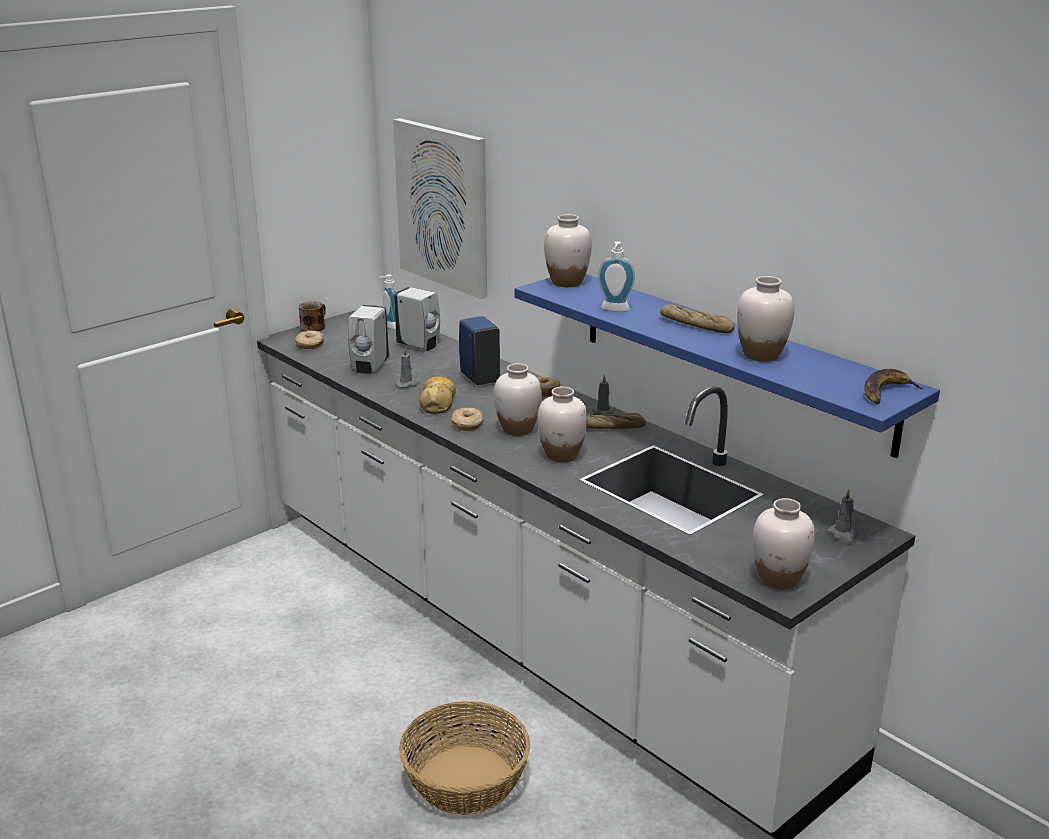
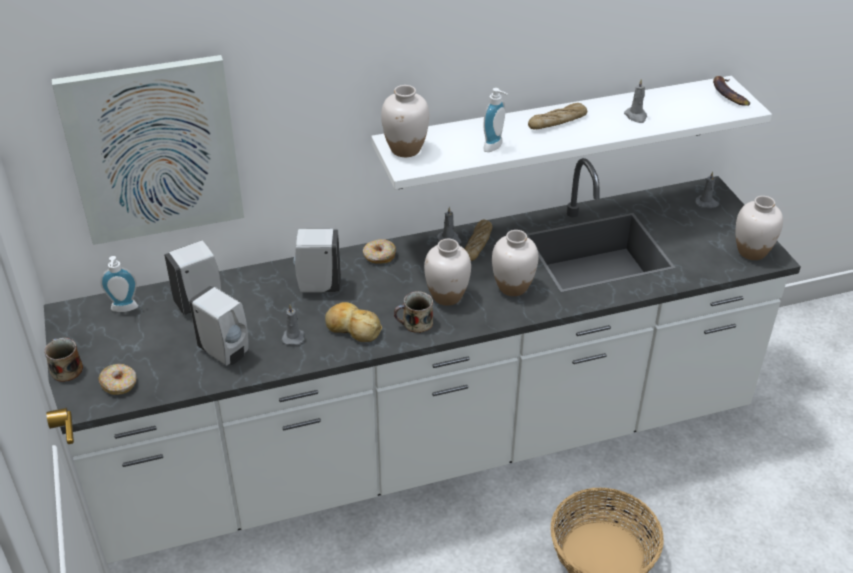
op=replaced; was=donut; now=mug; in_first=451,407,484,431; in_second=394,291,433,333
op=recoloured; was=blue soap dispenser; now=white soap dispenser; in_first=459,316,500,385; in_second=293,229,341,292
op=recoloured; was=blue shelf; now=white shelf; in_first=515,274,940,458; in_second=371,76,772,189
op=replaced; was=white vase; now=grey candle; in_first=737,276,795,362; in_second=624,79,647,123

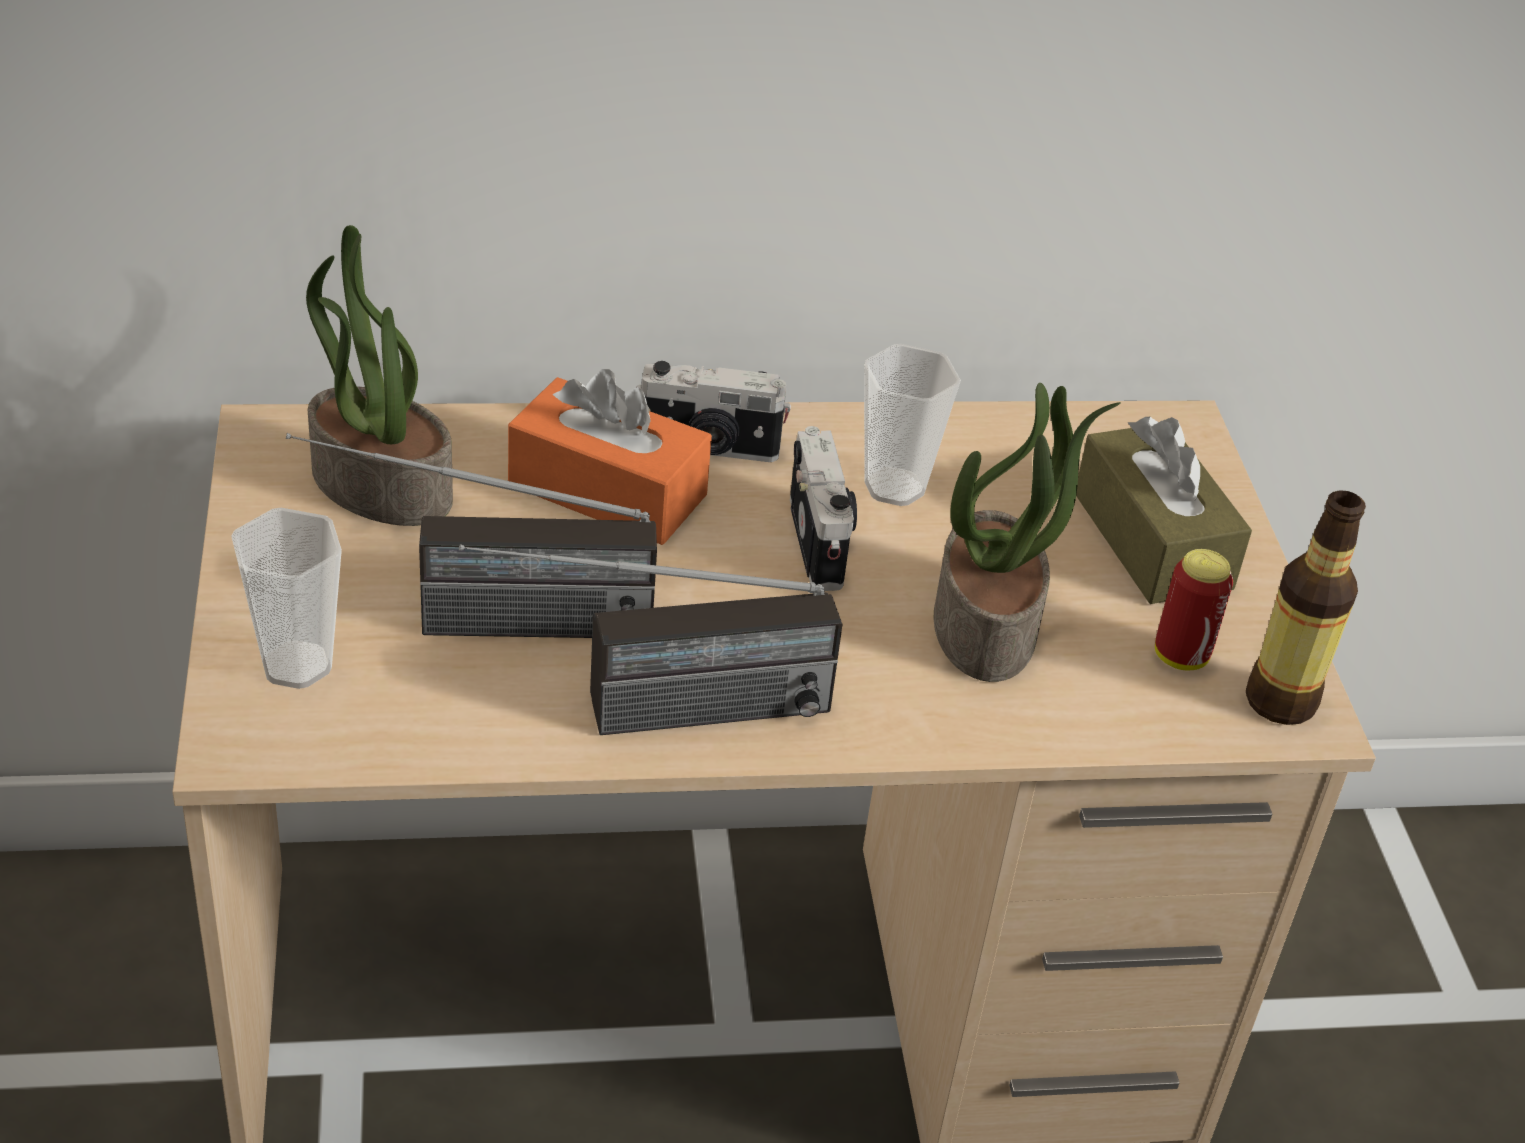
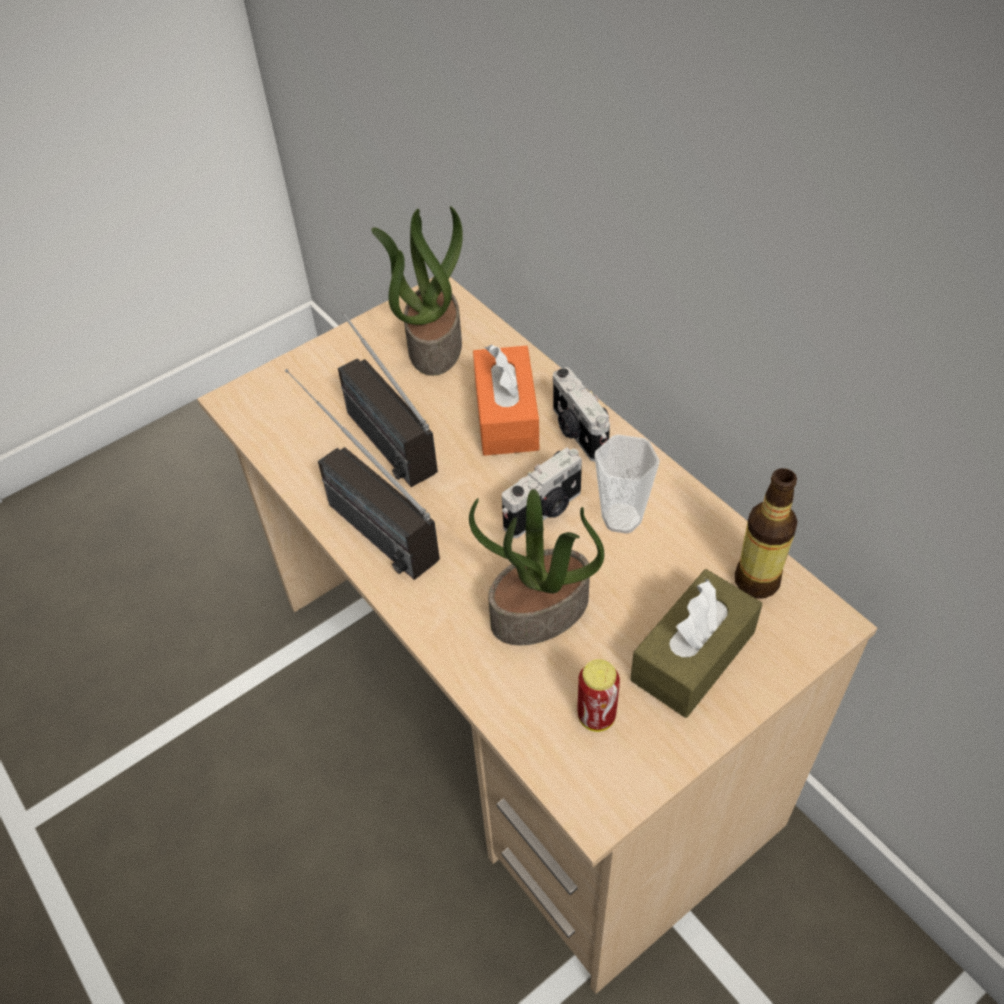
op=removed; was=cup; in_first=231,508,342,689
op=moved; was=bottle; in_first=1246,490,1366,725; in_second=735,468,798,599

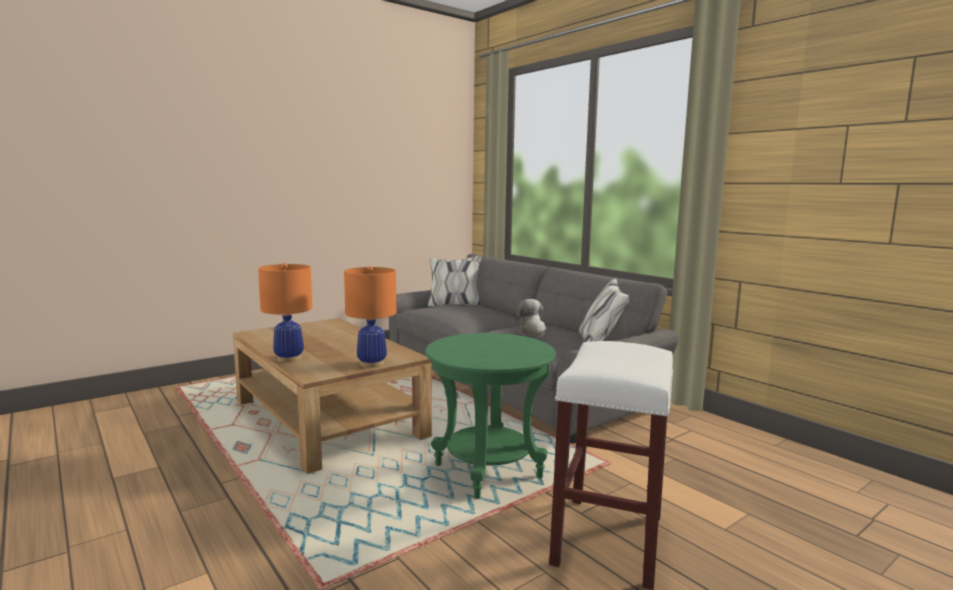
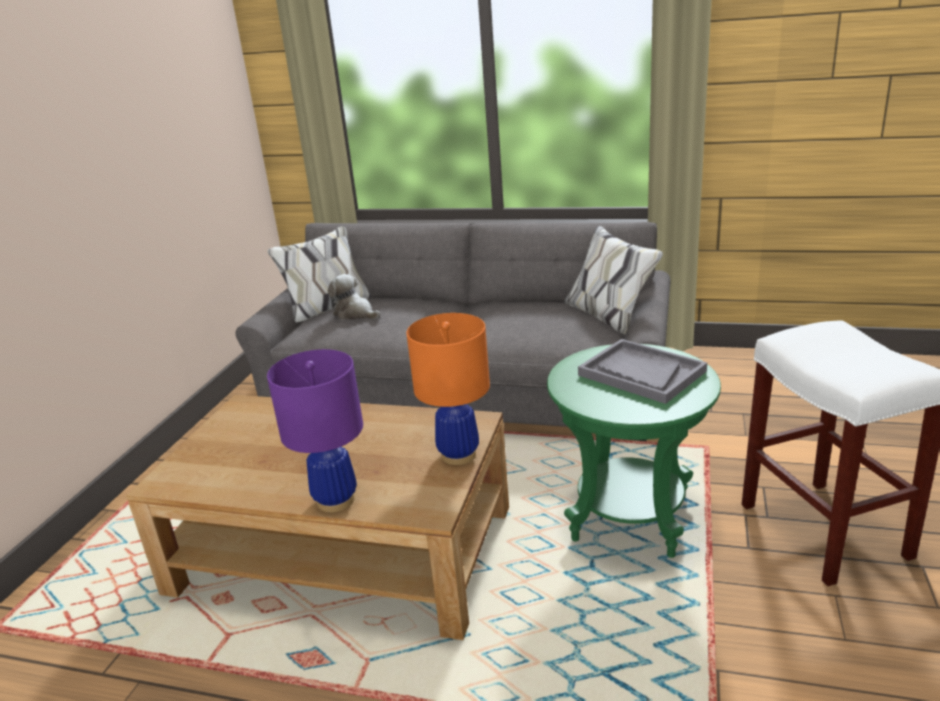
op=recoloured; was=orange table lamp; now=purple table lamp; in_first=258,263,312,362; in_second=267,349,363,512
op=moved; was=plush toy; in_first=515,299,546,337; in_second=328,274,380,320
op=added; now=grey tray; in_second=578,339,707,404

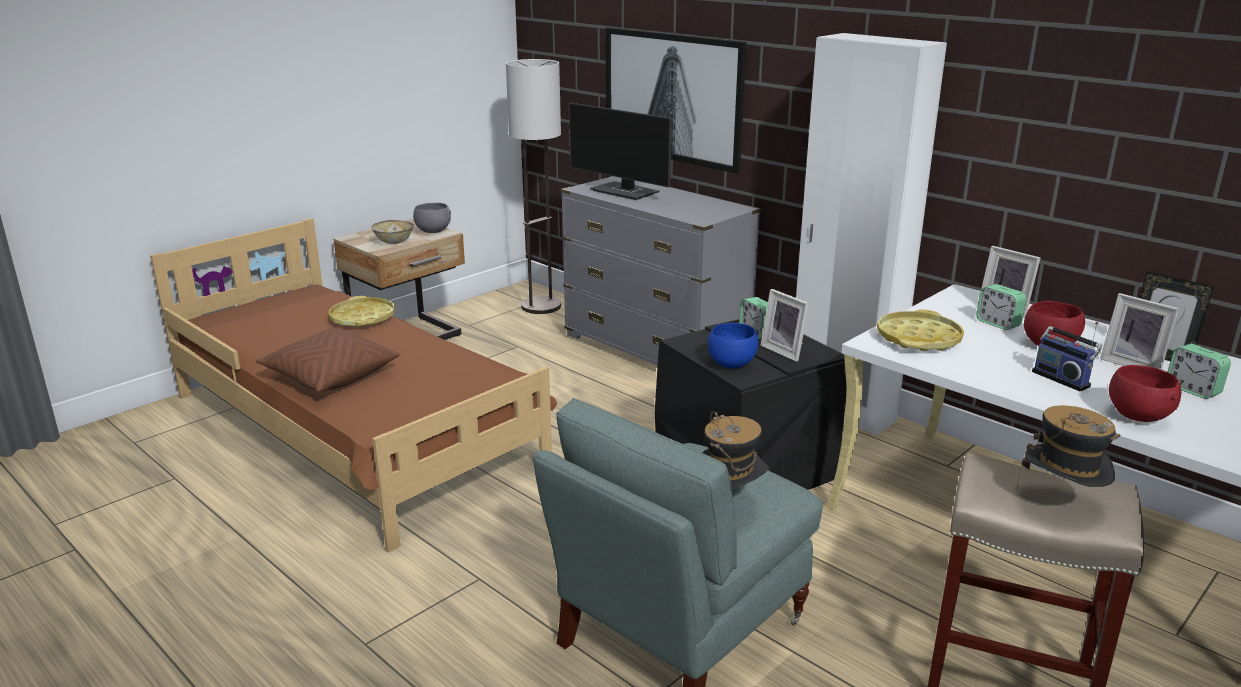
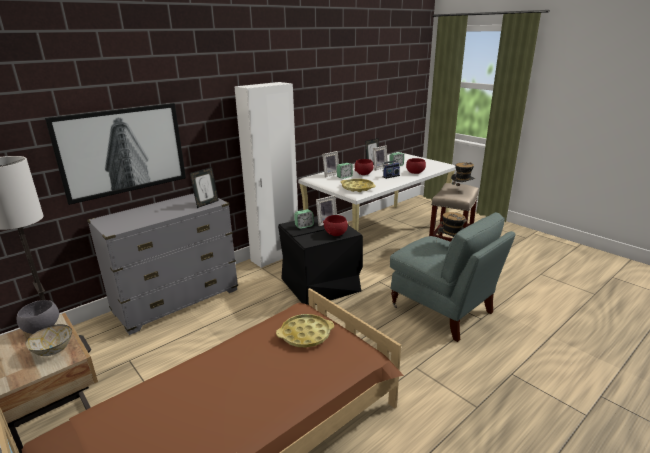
op=removed; was=brown pillow; in_first=256,329,399,392
op=moved; was=yellow tray; in_first=329,296,395,327; in_second=276,314,334,347
op=removed; was=monitor; in_first=569,103,672,200
op=recoloured; was=blue bowl; now=red bowl; in_first=707,323,758,368; in_second=323,215,348,236
op=added; now=picture frame; in_second=190,167,219,208

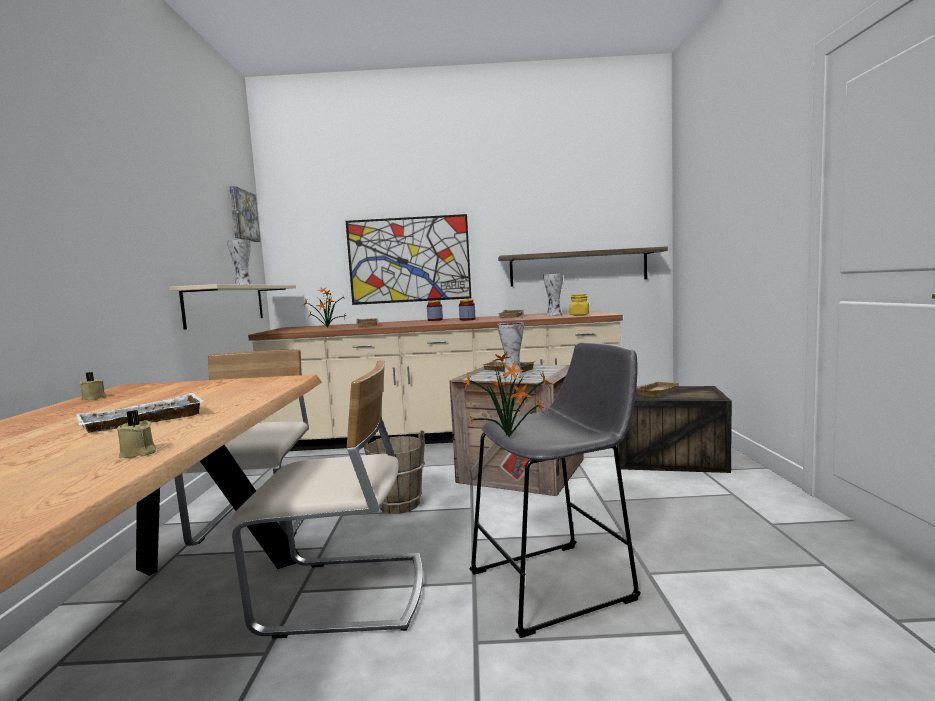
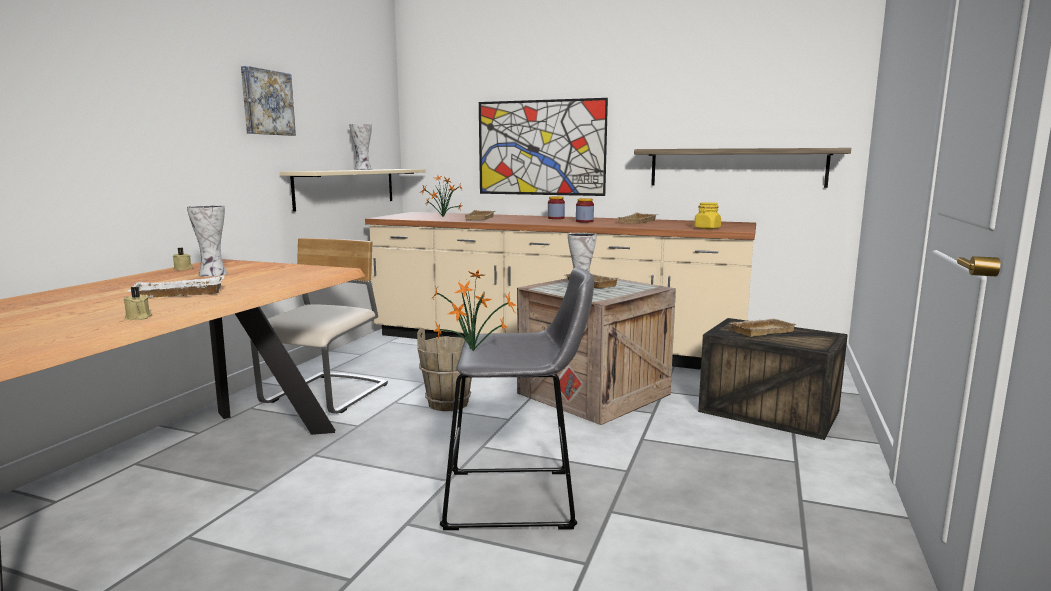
op=removed; was=beige chair; in_first=228,360,423,639
op=moved; was=picture; in_first=229,186,261,242; in_second=241,66,296,136
op=moved; was=vase; in_first=543,274,563,316; in_second=187,205,227,277

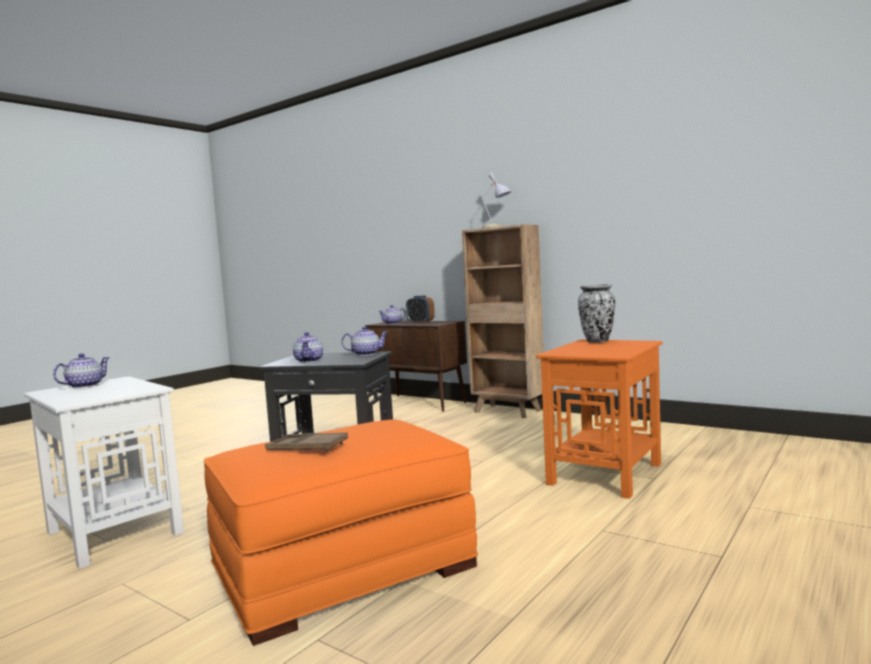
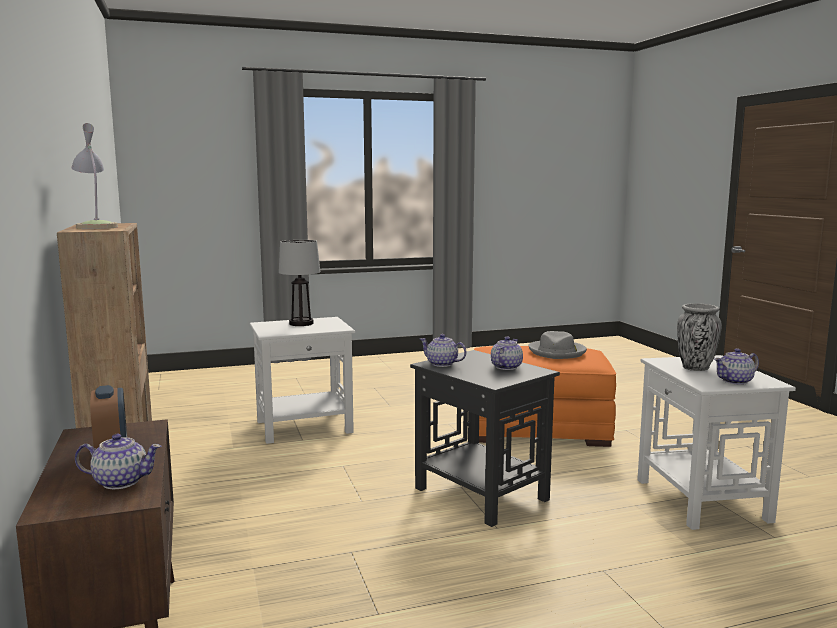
op=replaced; was=brown tray; now=grey hat; in_first=265,432,348,451; in_second=528,331,587,359
op=recoloured; was=orange side table; now=white side table; in_first=536,339,663,499; in_second=250,317,355,444
op=moved; was=vase; in_first=578,284,615,343; in_second=677,303,722,371
op=added; now=table lamp; in_second=279,240,320,326

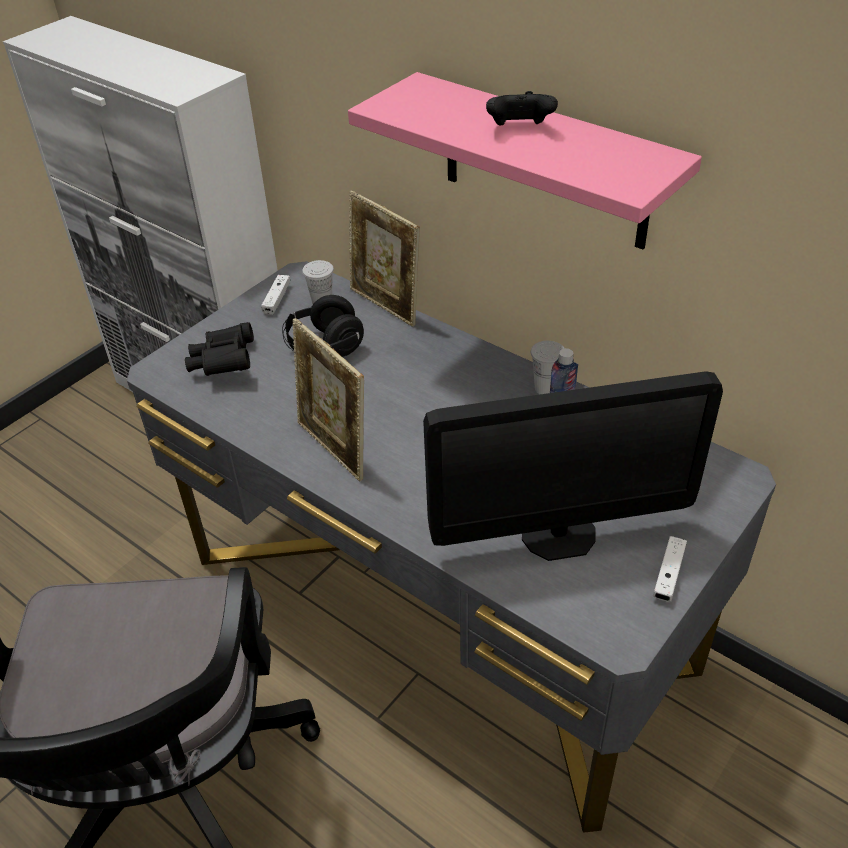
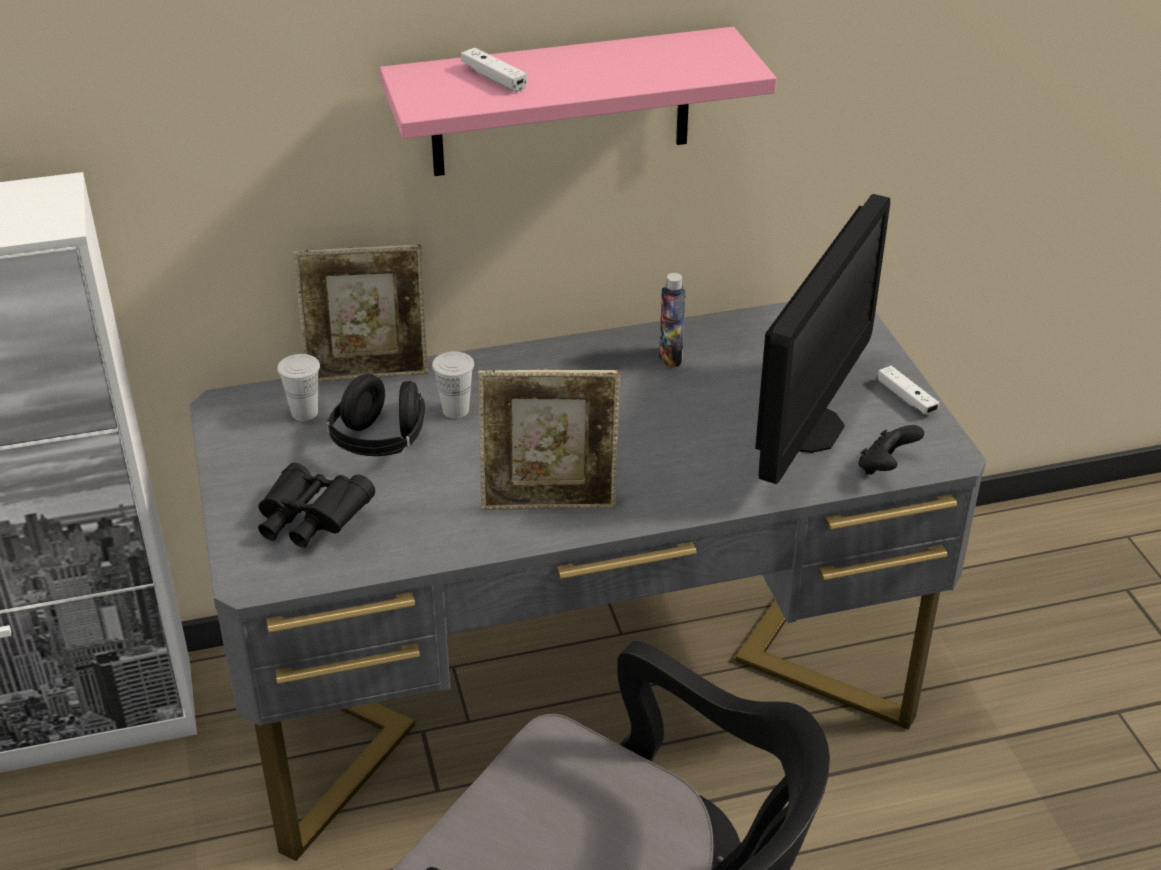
op=moved; was=white game controller; in_first=261,275,291,315; in_second=461,48,527,92
op=moved; was=black game controller; in_first=486,91,558,126; in_second=858,425,924,475
op=moved; was=white cup; in_first=531,341,564,394; in_second=432,351,474,419

